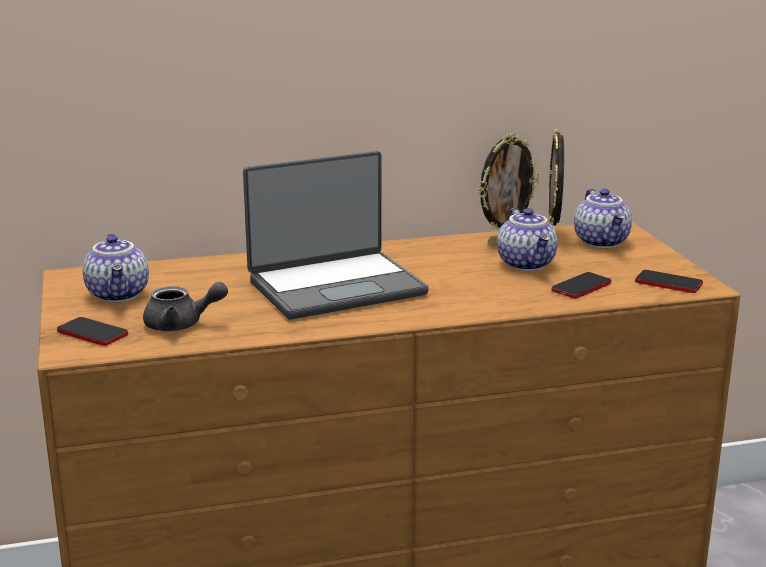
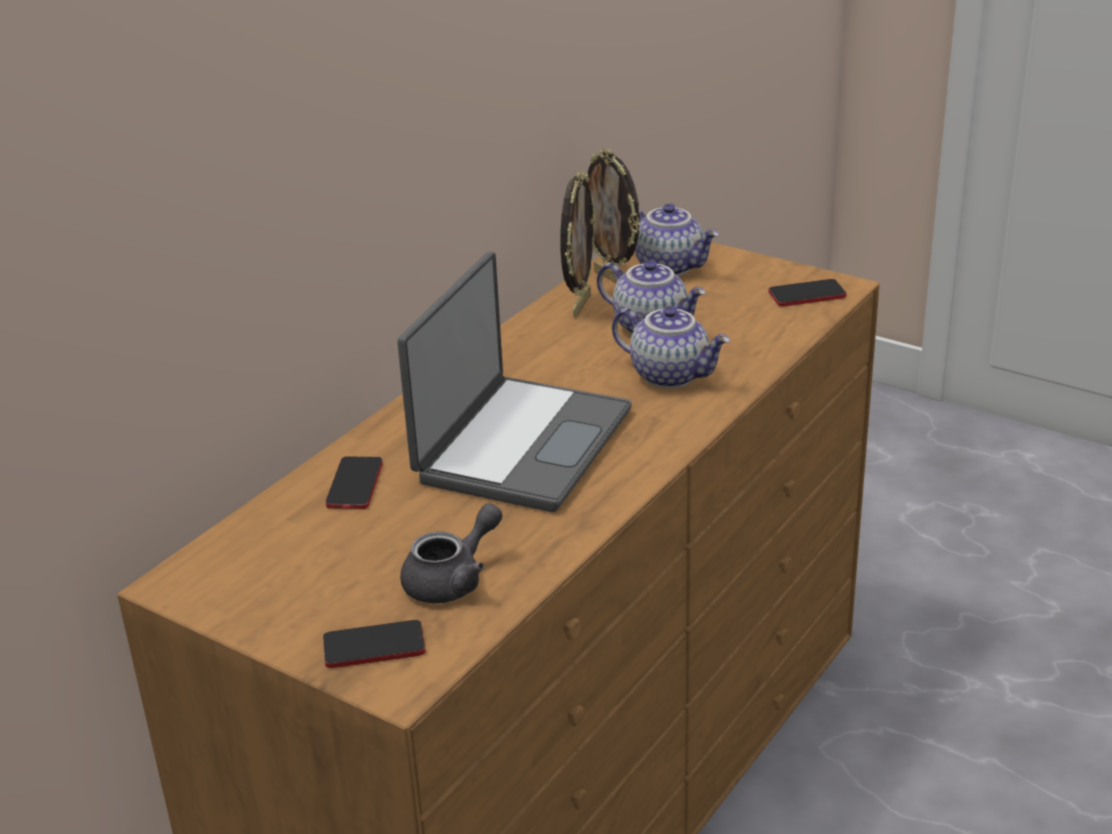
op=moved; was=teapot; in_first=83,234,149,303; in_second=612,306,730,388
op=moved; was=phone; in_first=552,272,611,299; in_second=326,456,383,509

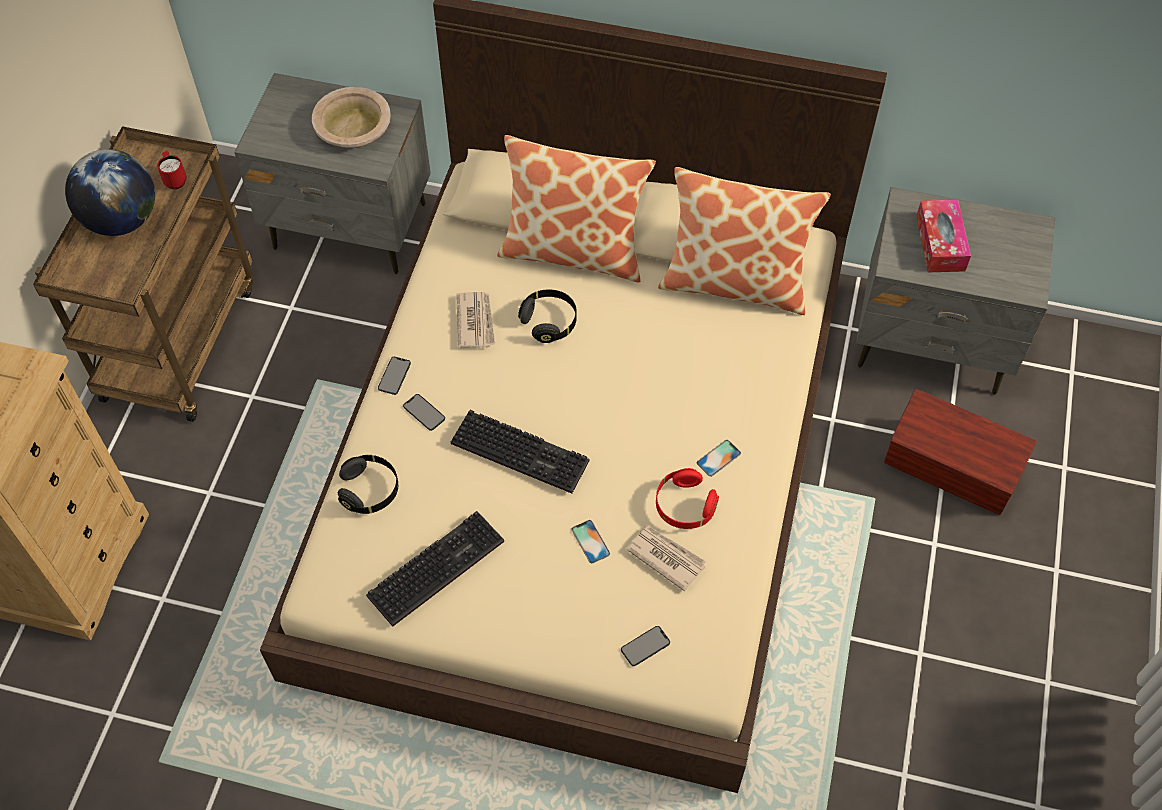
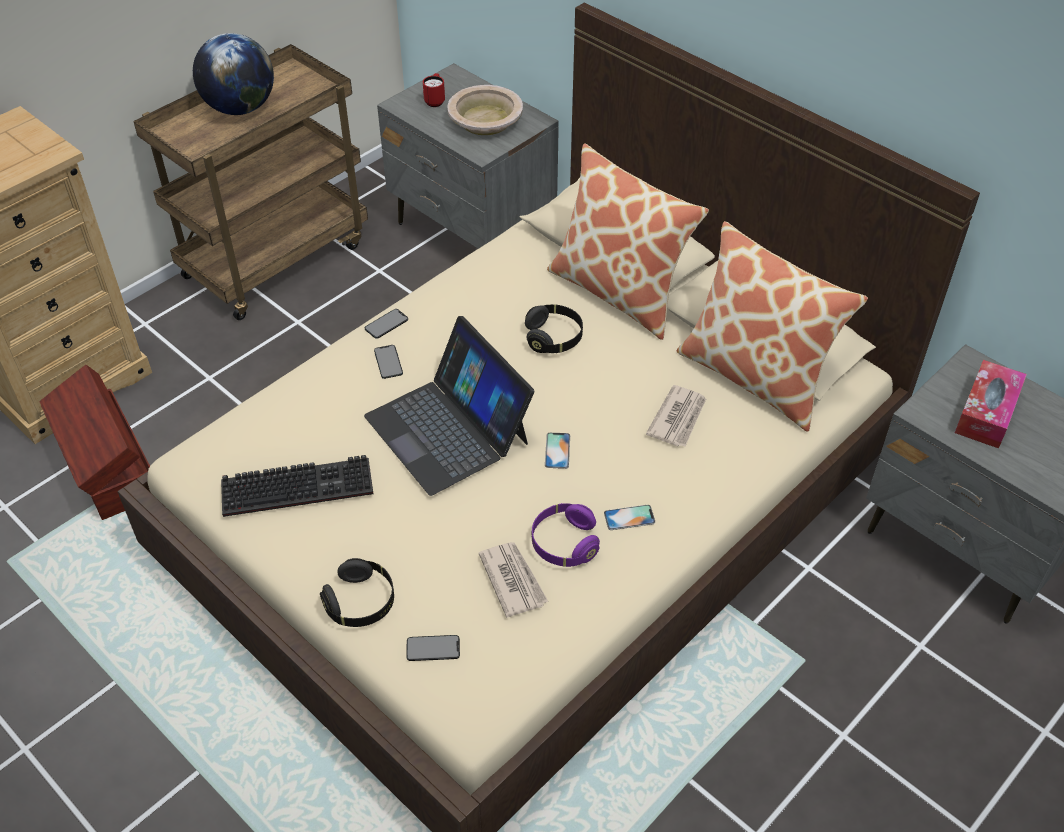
op=moved; was=red mug; in_first=157,151,187,189; in_second=423,73,445,107
op=moved; was=black headphones; in_first=338,455,398,514; in_second=320,558,394,627
op=replaced; was=keyboard; now=laptop; in_first=451,410,589,493; in_second=364,316,534,496
op=moved; was=newspaper; in_first=456,292,495,349; in_second=646,385,706,446
op=moved; was=phone; in_first=572,520,610,563; in_second=545,433,570,469
op=recoloured; was=red headphones; now=purple headphones; in_first=656,468,719,529; in_second=532,503,600,567
op=moved; was=brown storage box; in_first=884,389,1036,515; in_second=40,365,150,520

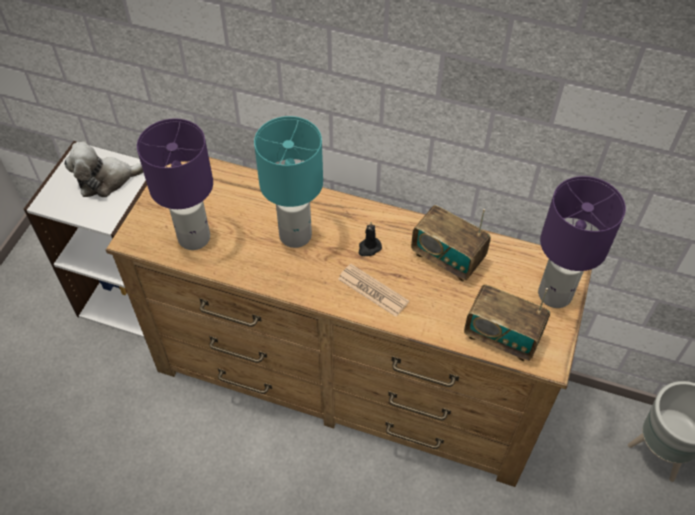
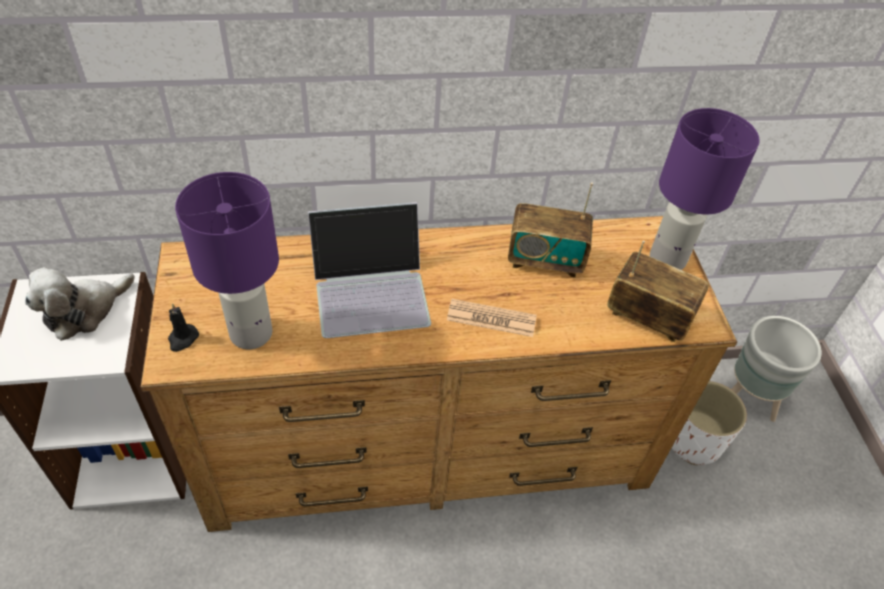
op=replaced; was=turquoise table lamp; now=laptop; in_first=254,116,323,248; in_second=308,202,431,338
op=moved; was=black candle; in_first=359,222,382,256; in_second=168,303,199,352
op=turned; was=radio; in_first=464,284,550,361; in_second=607,240,709,342; clockwise=-150
op=added; now=white planter; in_second=672,381,747,465

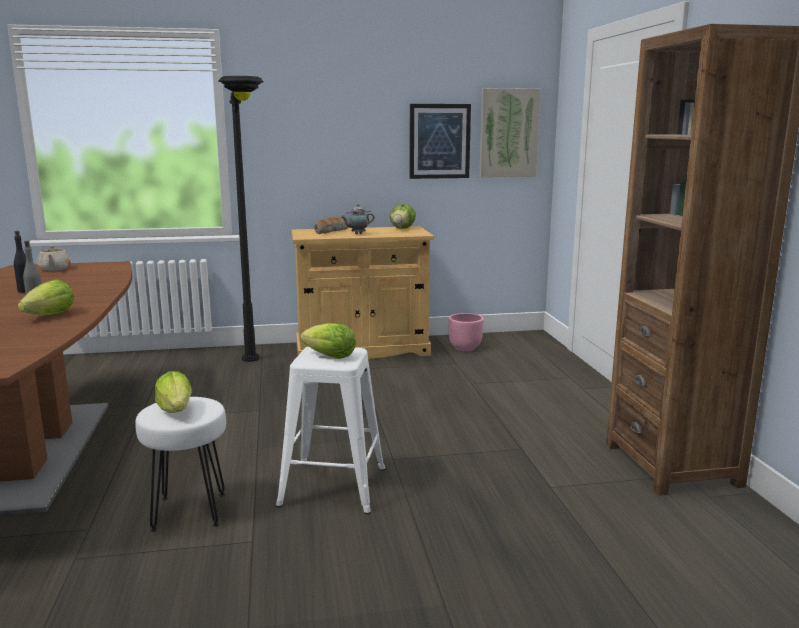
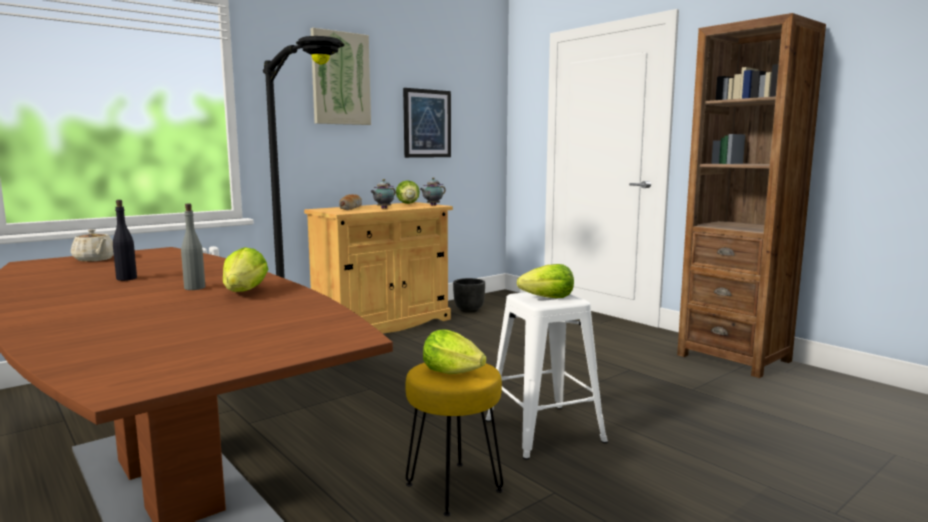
op=recoloured; was=white stool; now=yellow stool; in_first=135,397,226,532; in_second=406,363,503,516
op=recoloured; was=pink planter; now=black planter; in_first=448,313,484,352; in_second=453,278,485,313
op=moved; was=picture; in_first=479,88,541,177; in_second=310,28,371,125
op=added; now=teapot; in_second=420,177,446,206

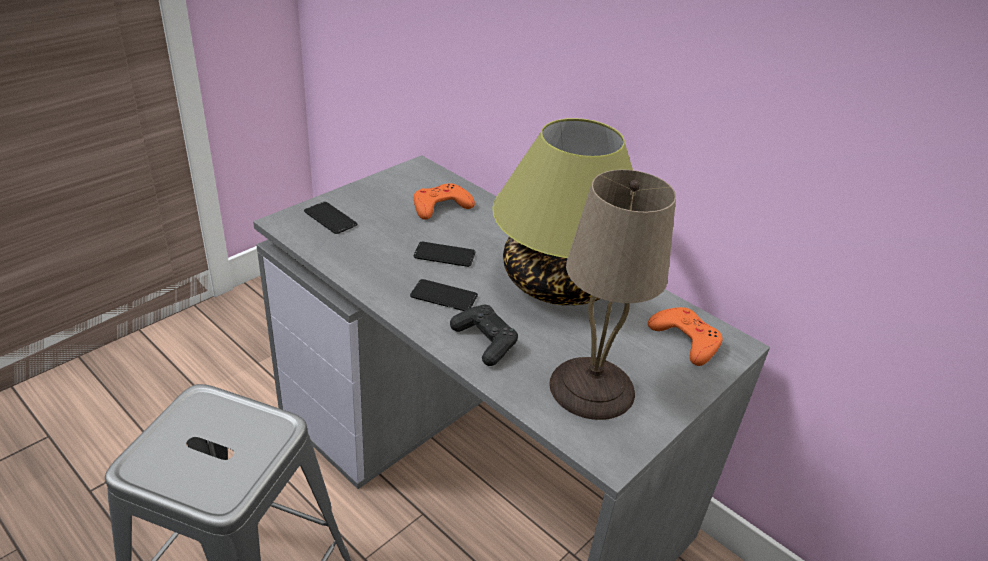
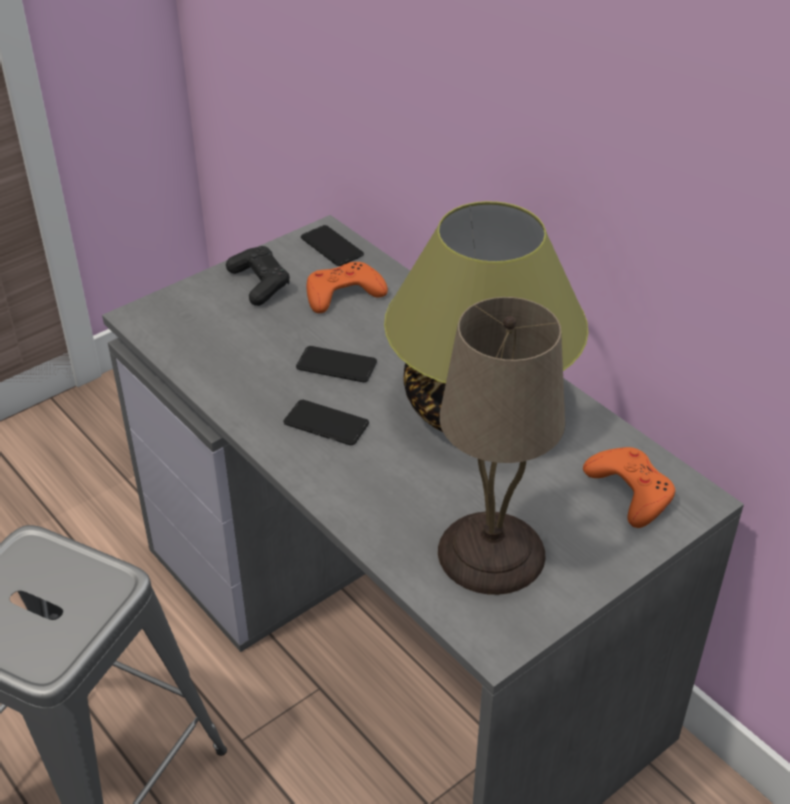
op=moved; was=phone; in_first=304,202,357,234; in_second=301,225,364,266
op=moved; was=black game controller; in_first=450,305,518,366; in_second=226,246,290,306

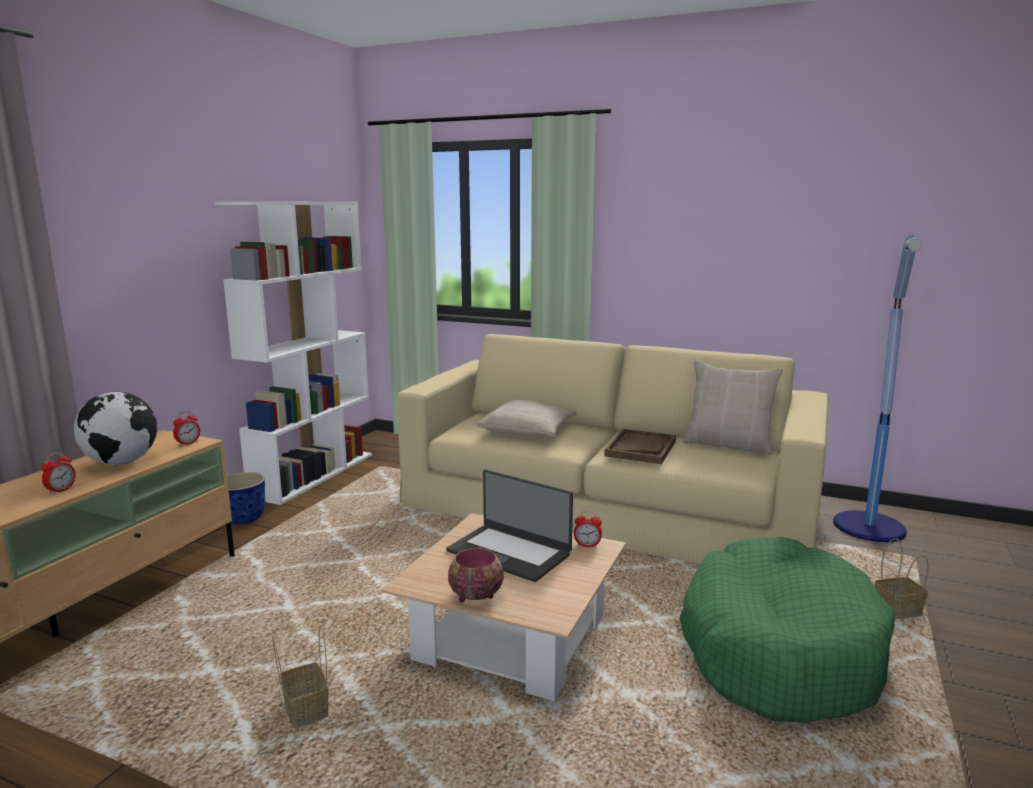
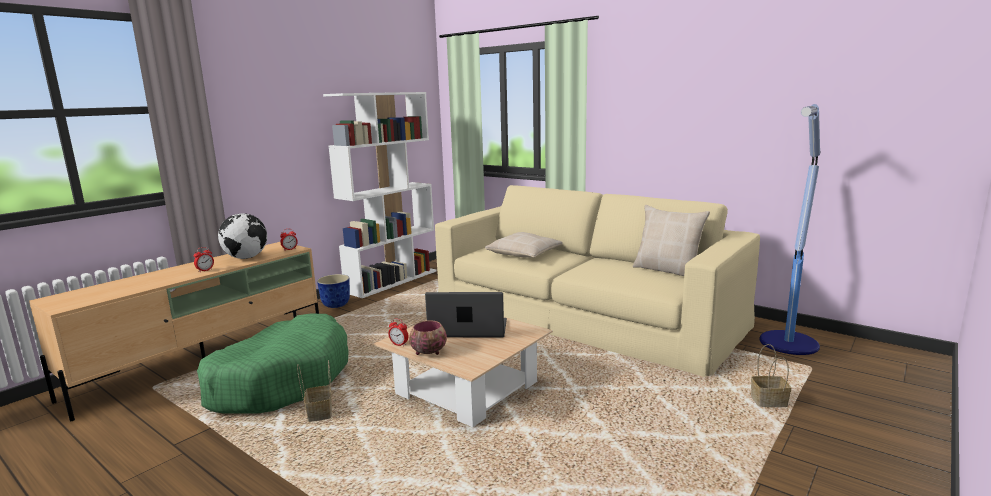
op=turned; was=laptop; in_first=446,470,573,582; in_second=425,292,507,338; clockwise=135
op=moved; was=alarm clock; in_first=574,511,602,548; in_second=389,318,408,347
op=removed; was=brown tray; in_first=604,429,676,464
op=moved; was=green dog bed; in_first=679,537,895,723; in_second=197,314,349,414

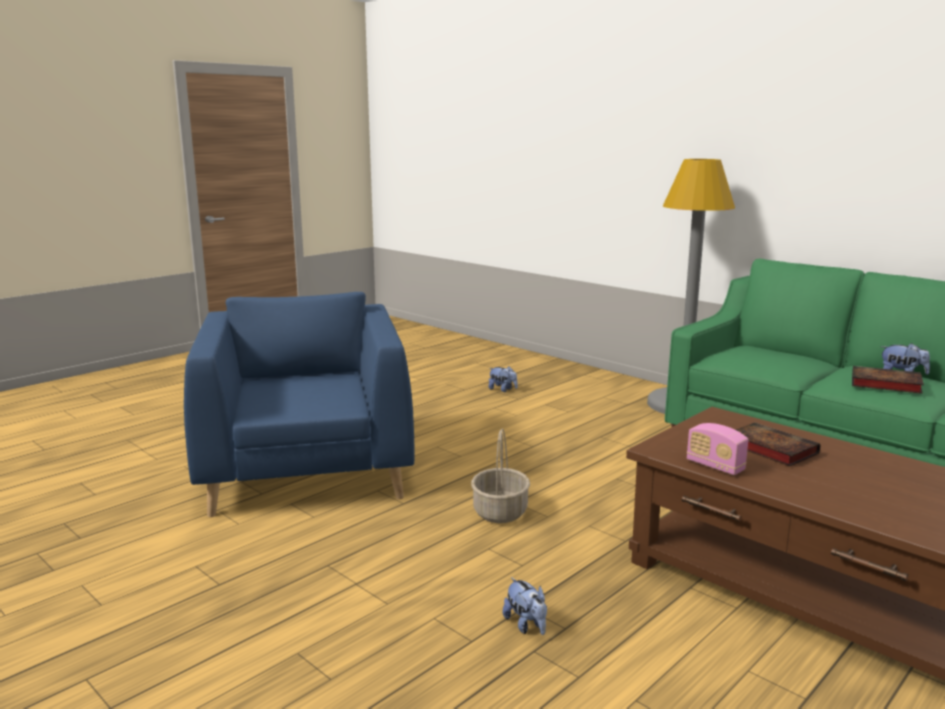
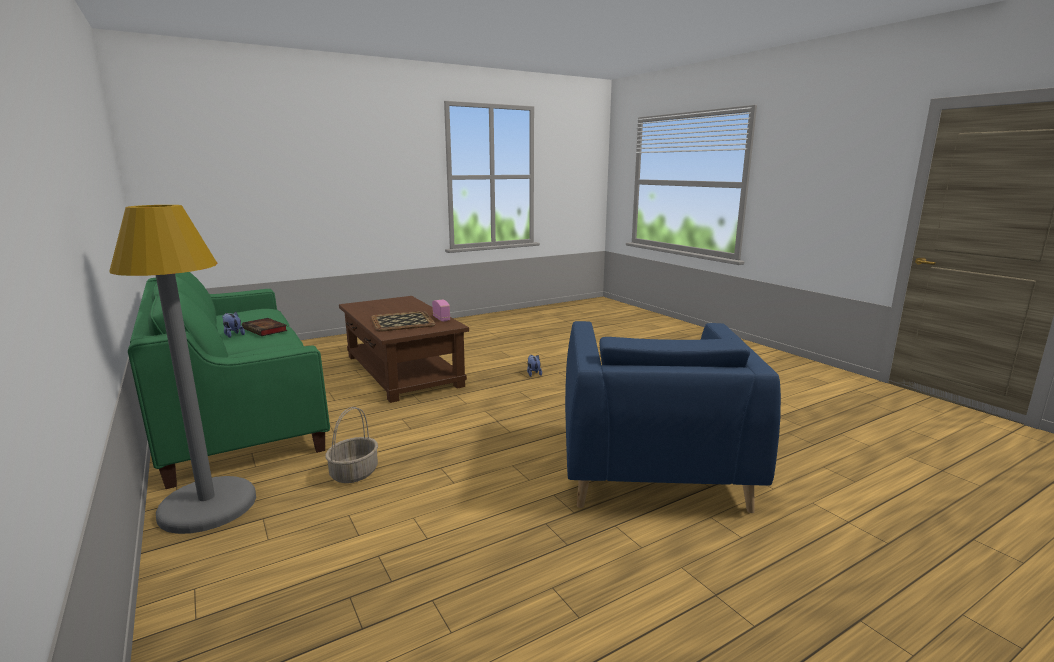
op=moved; was=basket; in_first=471,428,530,523; in_second=325,407,378,483
op=removed; was=plush toy; in_first=488,366,518,392
op=replaced; was=book; now=tray; in_first=736,423,820,466; in_second=370,311,436,332

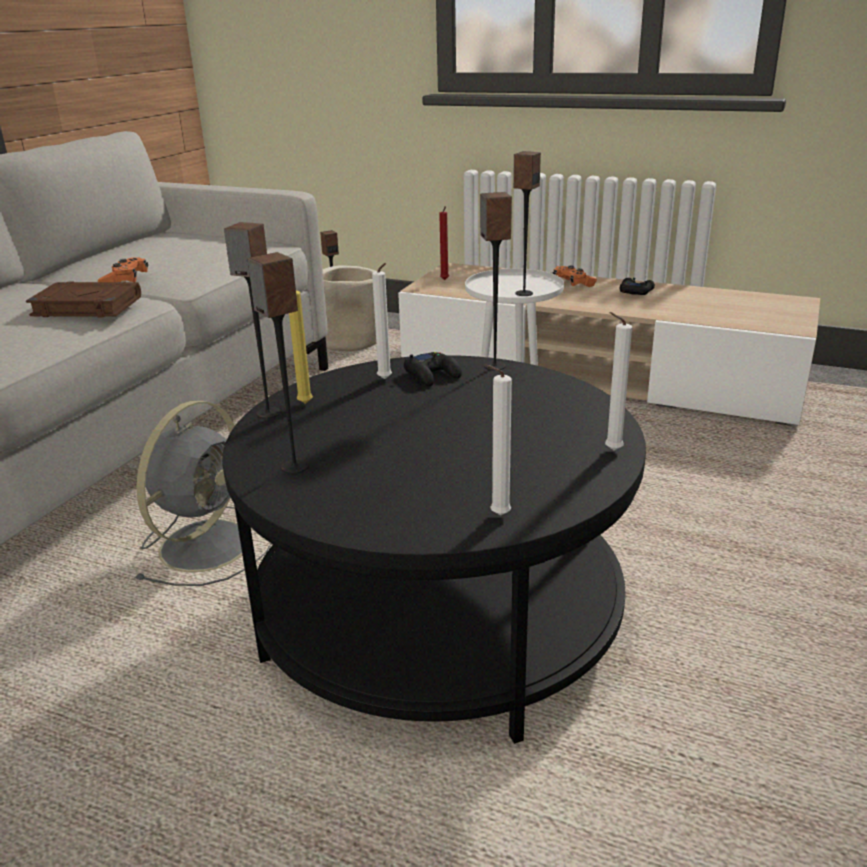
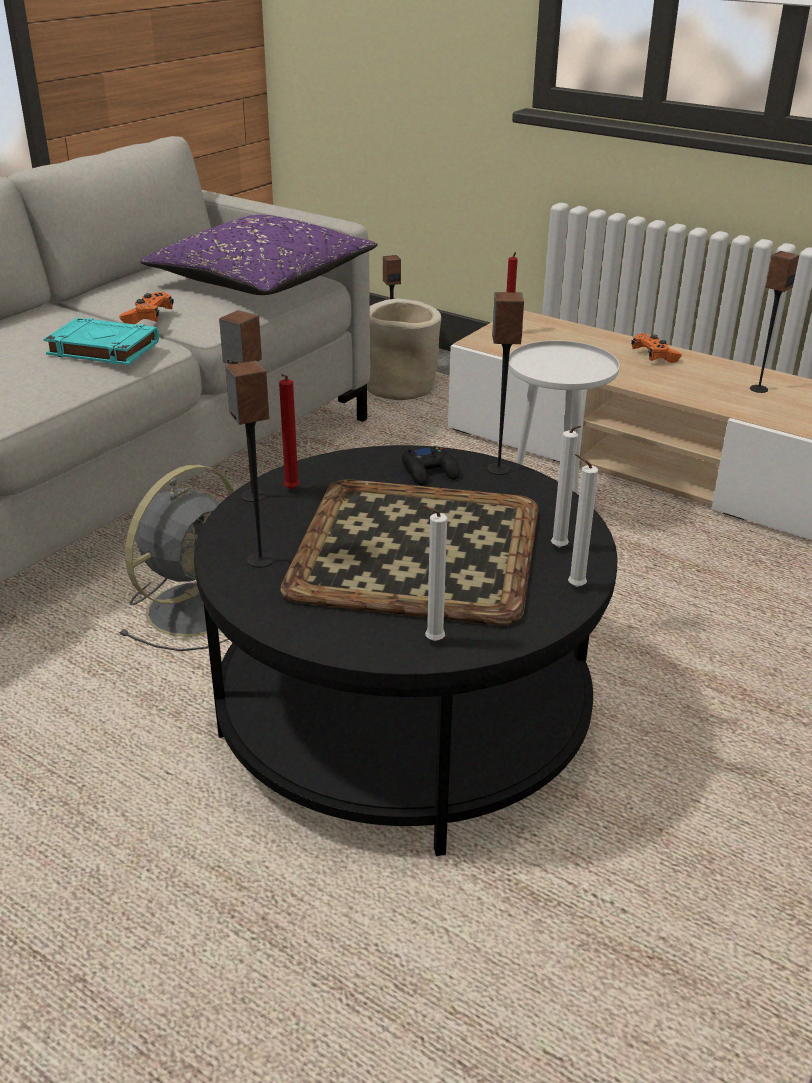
op=recoloured; was=brown book; now=turquoise book; in_first=26,282,141,317; in_second=44,318,159,365
op=recoloured; was=yellow candle; now=red candle; in_first=289,291,313,404; in_second=279,374,300,489
op=moved; was=white candle; in_first=372,263,392,379; in_second=551,425,582,548
op=moved; was=speaker; in_first=513,151,541,296; in_second=750,251,799,393
op=removed; was=black game controller; in_first=620,278,655,295
op=added; now=purple pillow; in_second=140,215,377,295
op=added; now=tray; in_second=280,480,538,626

